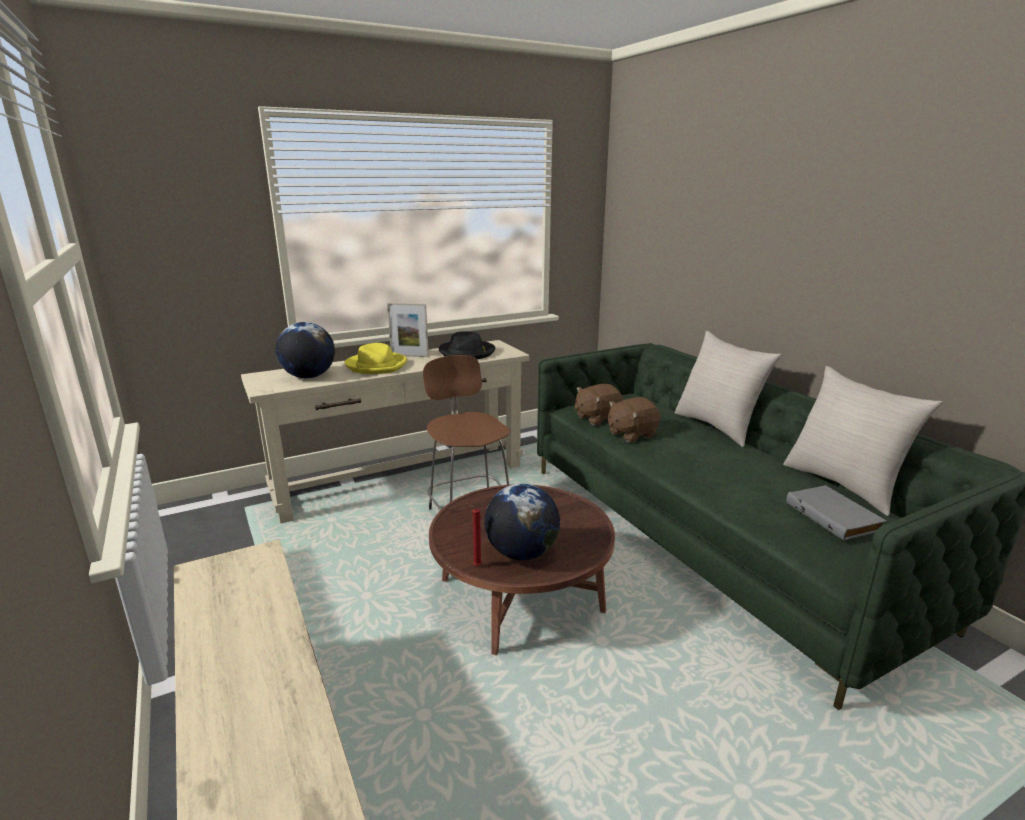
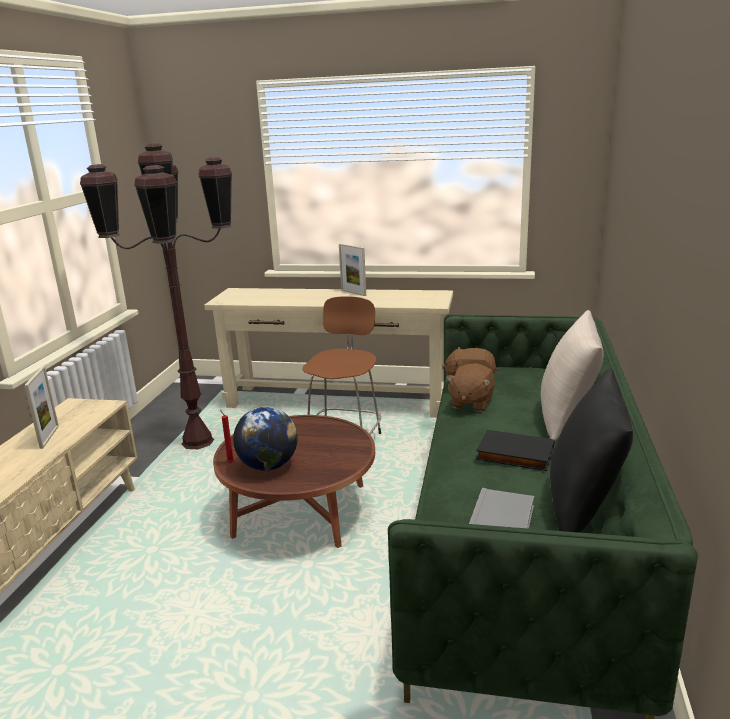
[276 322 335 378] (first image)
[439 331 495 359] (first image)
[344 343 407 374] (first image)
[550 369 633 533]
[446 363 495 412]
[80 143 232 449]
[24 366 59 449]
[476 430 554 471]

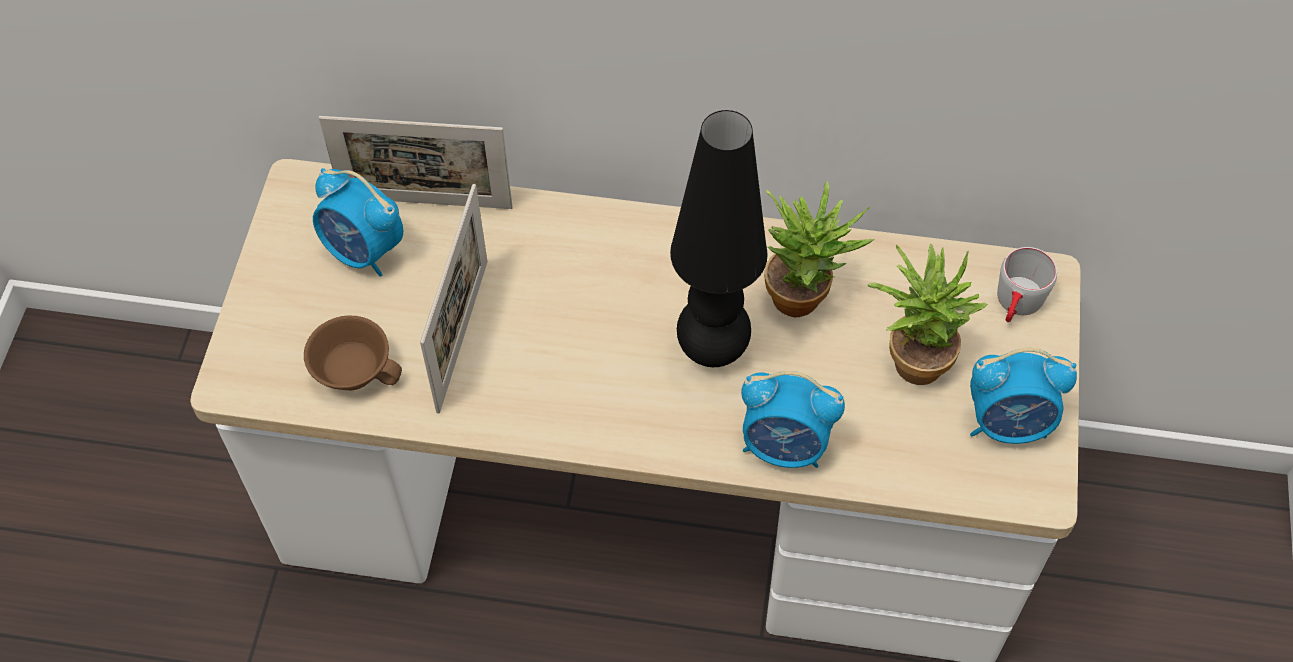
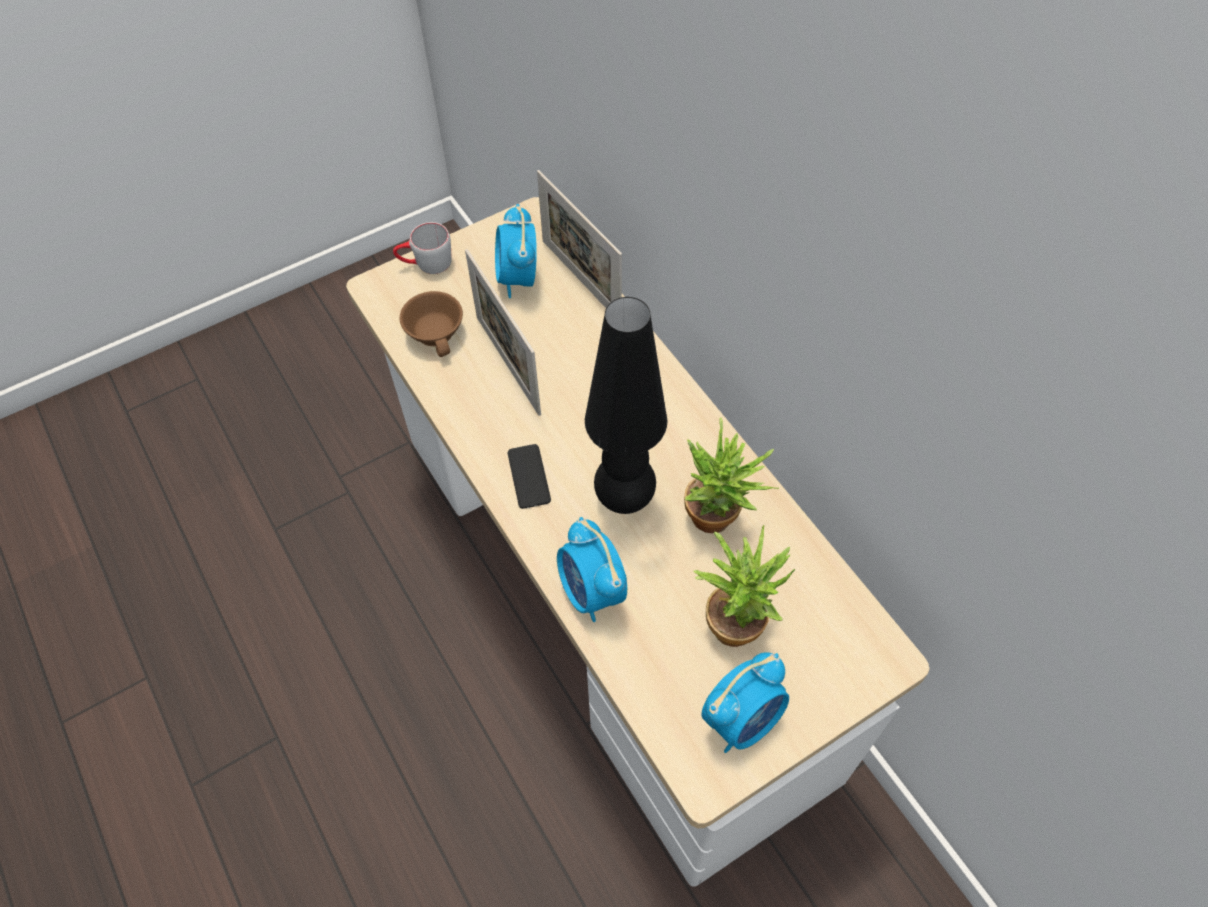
[465 249 541 416]
[393 222 452 274]
[701 652 789 753]
[508 444 551 509]

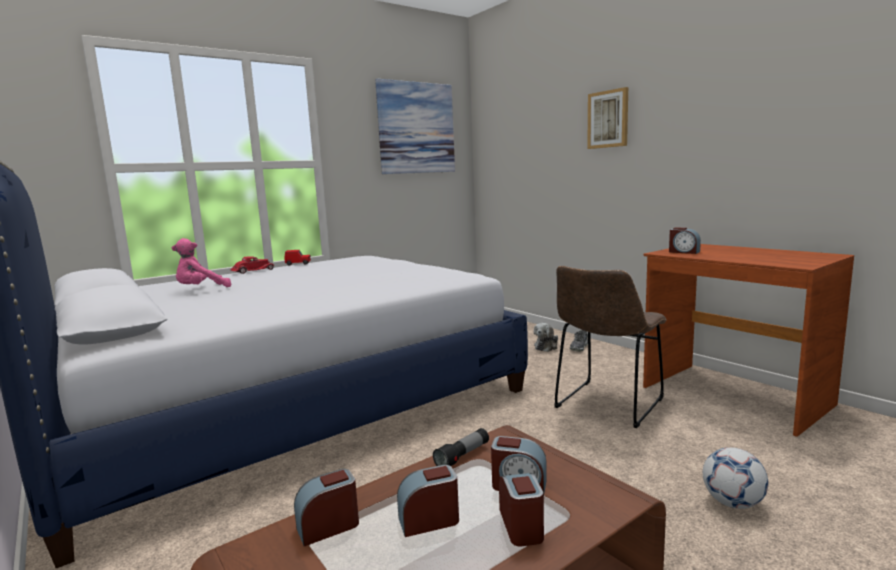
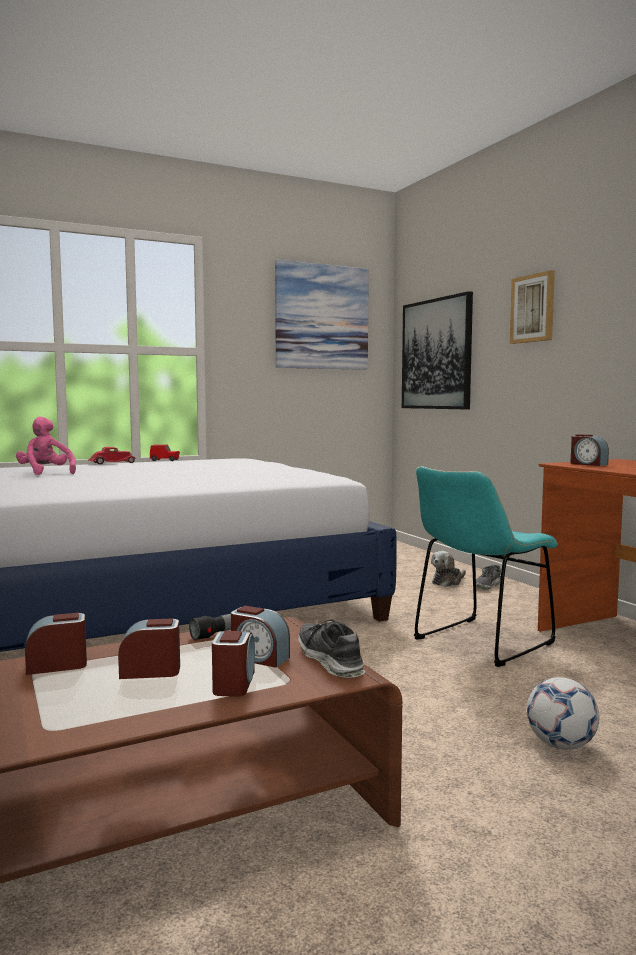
[16 417 76 475]
[414 466 558 667]
[402 291 473 409]
[298 619 365 678]

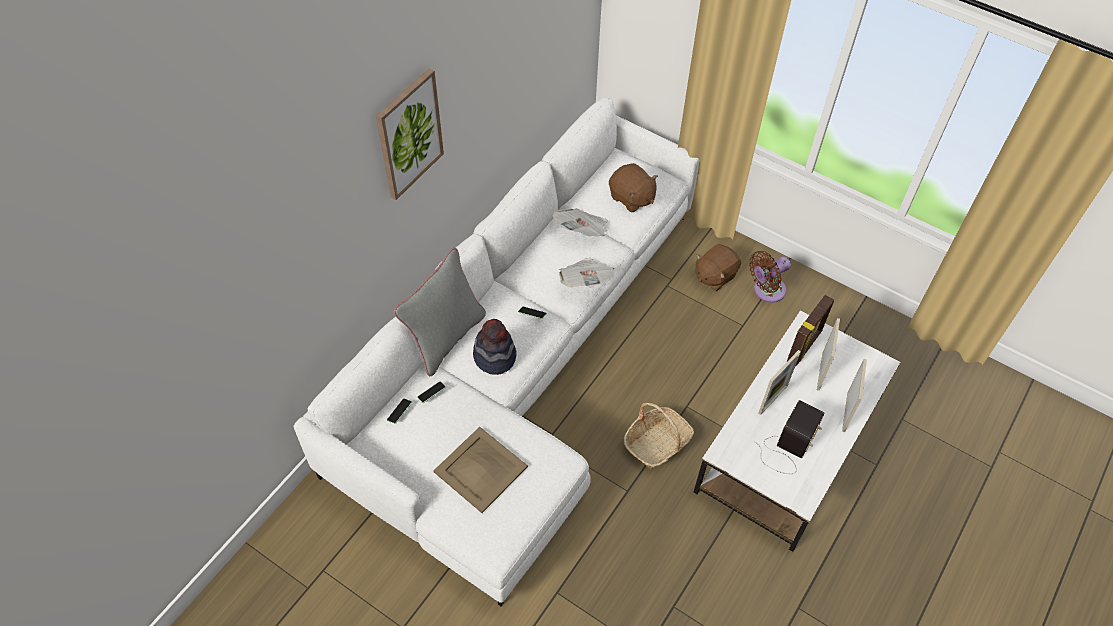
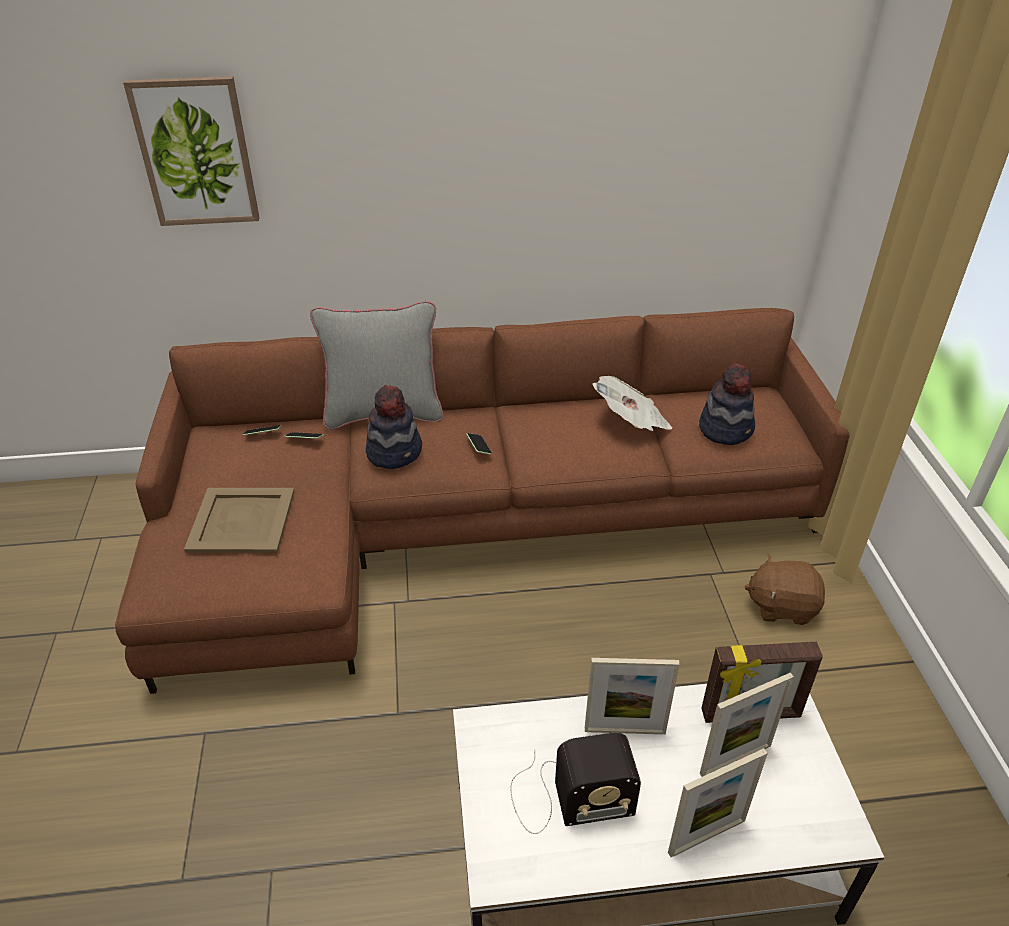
[123 76 260 226]
[115 308 850 694]
[699 363 755 445]
[749 251 791 303] (first image)
[559 258 615 288] (first image)
[624 403 694 469] (first image)

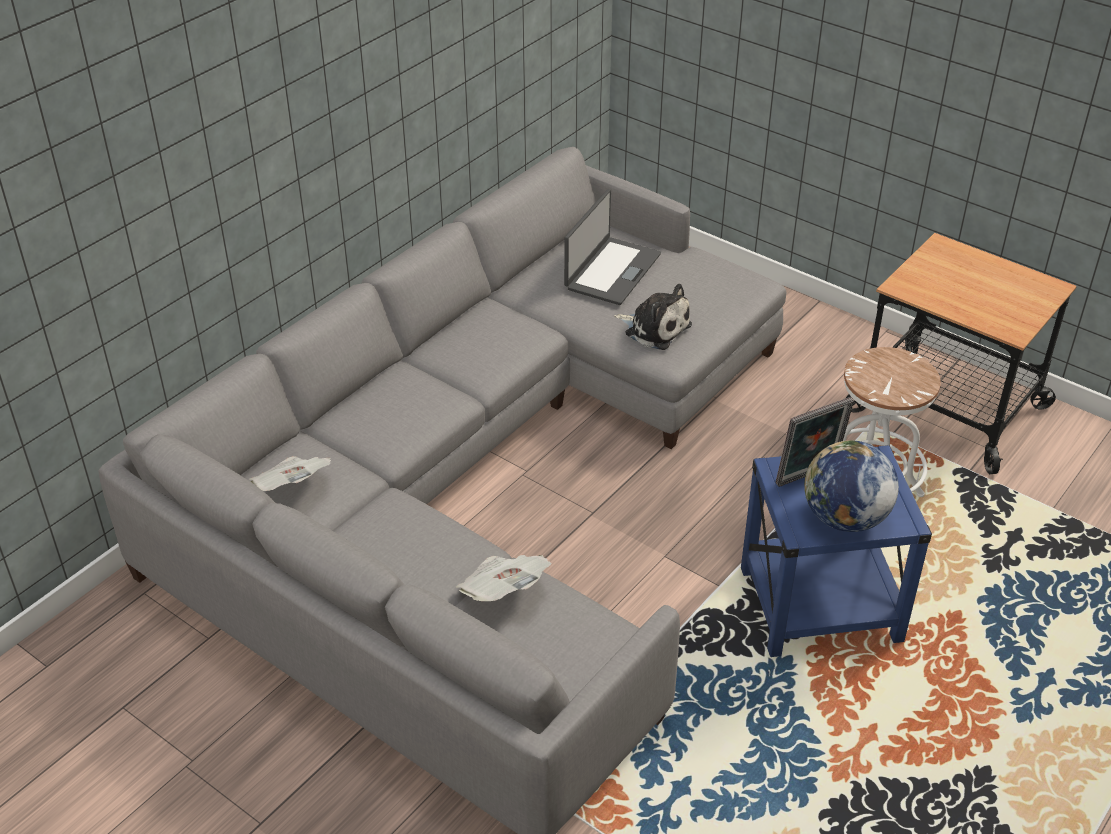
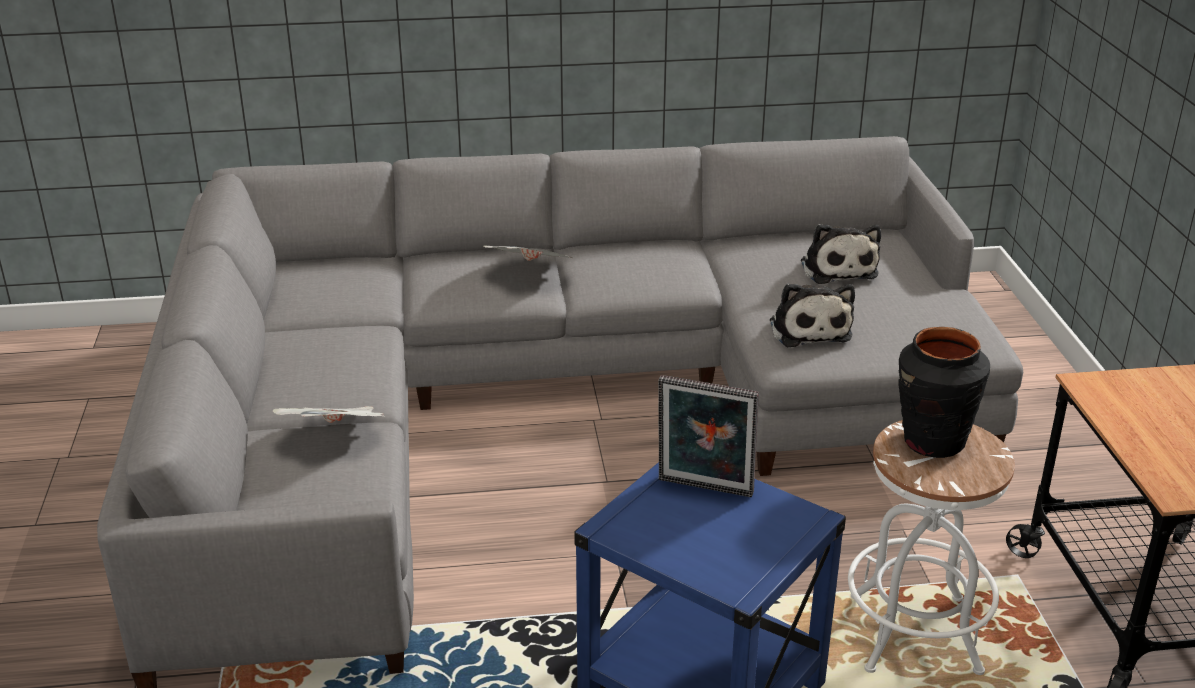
[801 224 881 284]
[804 441 899 532] (first image)
[483 245 572 261]
[898 327 990 458]

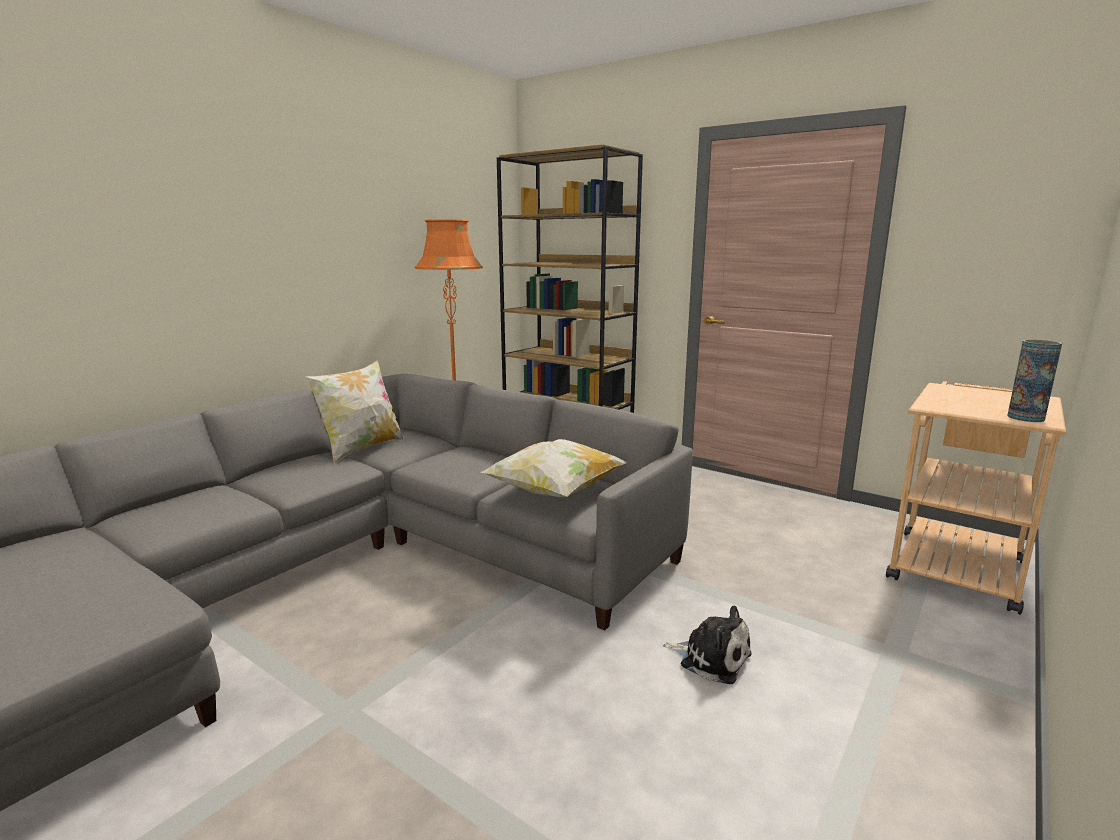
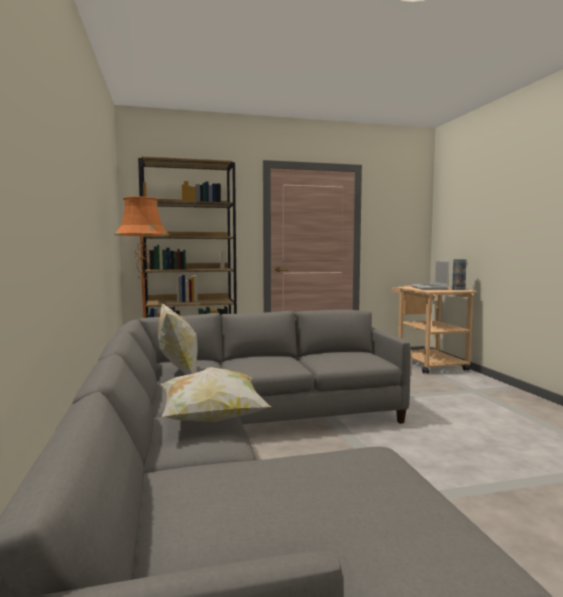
[161 367 271 422]
[663 606 751 684] (first image)
[411 260 449 290]

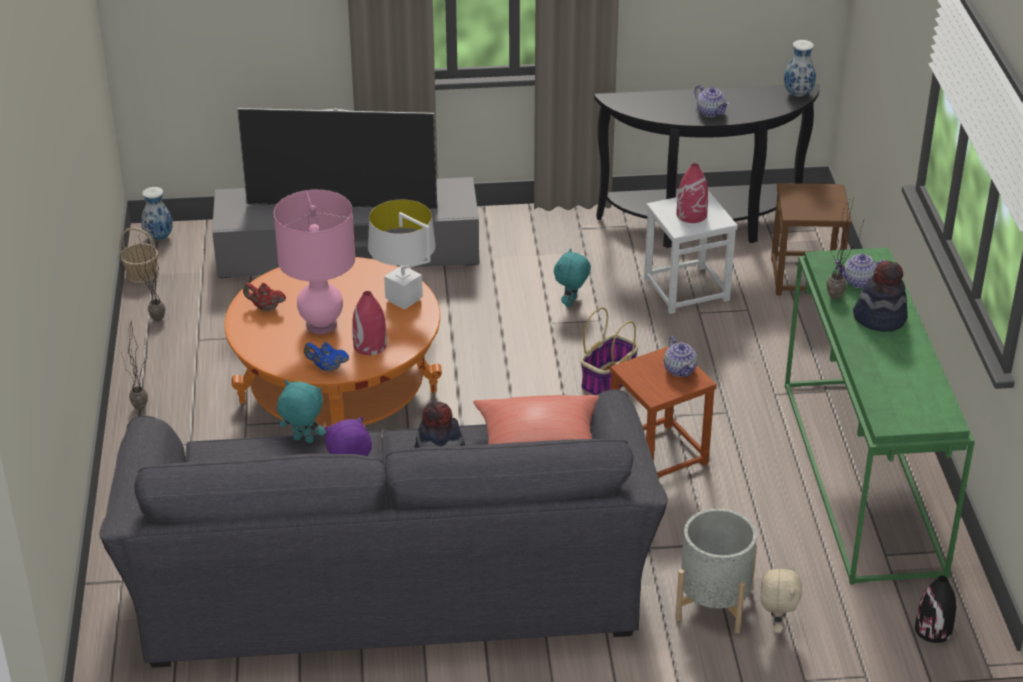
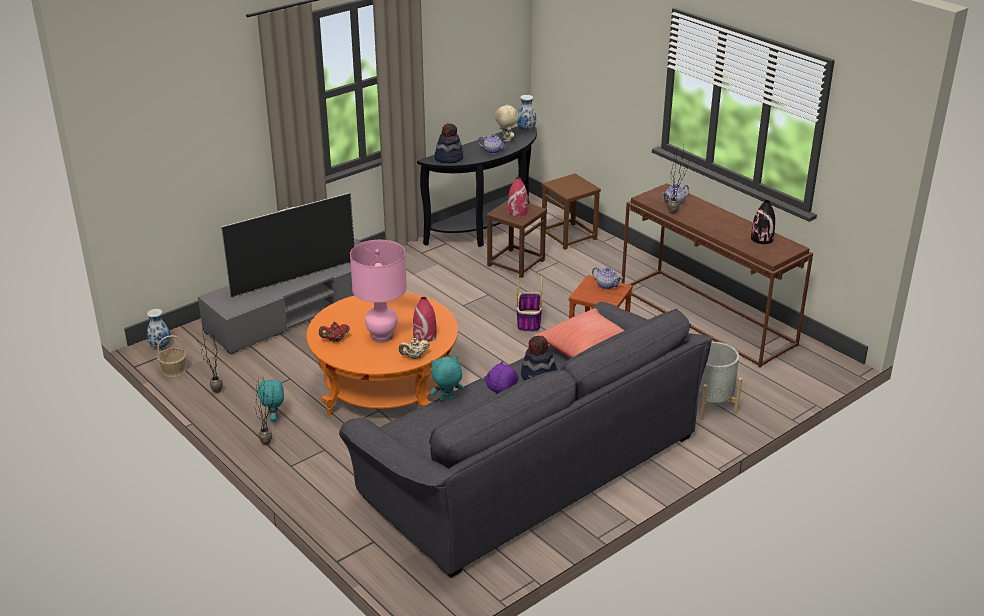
[486 200 547 278]
[368 199 436 310] (first image)
[621 183 813 368]
[258 379 284 422]
[434 123 463 163]
[399 338 430 359]
[495 104 519 142]
[751 200 775 244]

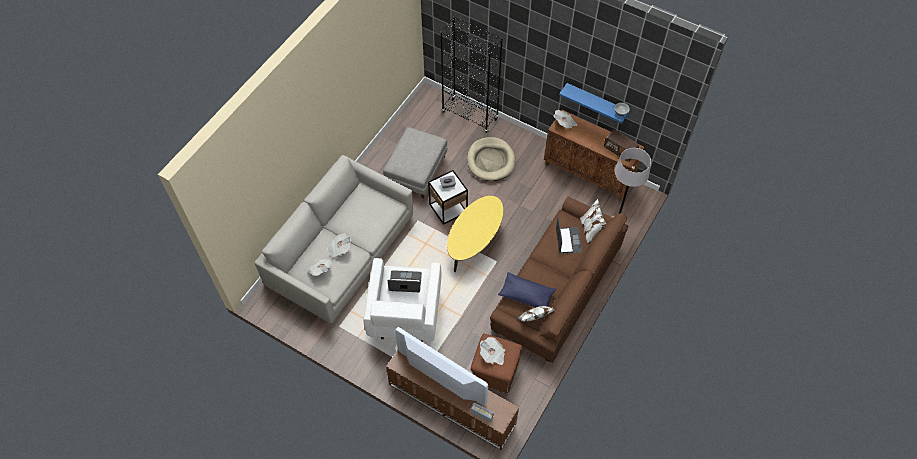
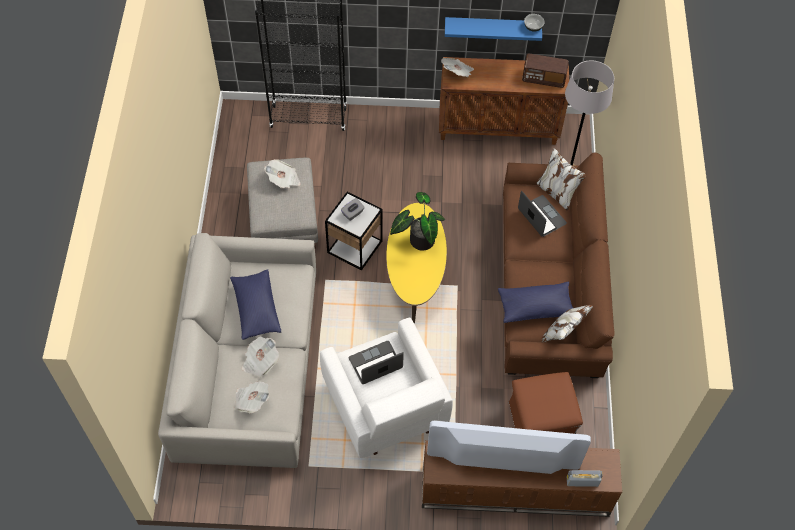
[467 137 516 181] (first image)
[264 159 300 188]
[390 192 445 251]
[230 270 281 340]

